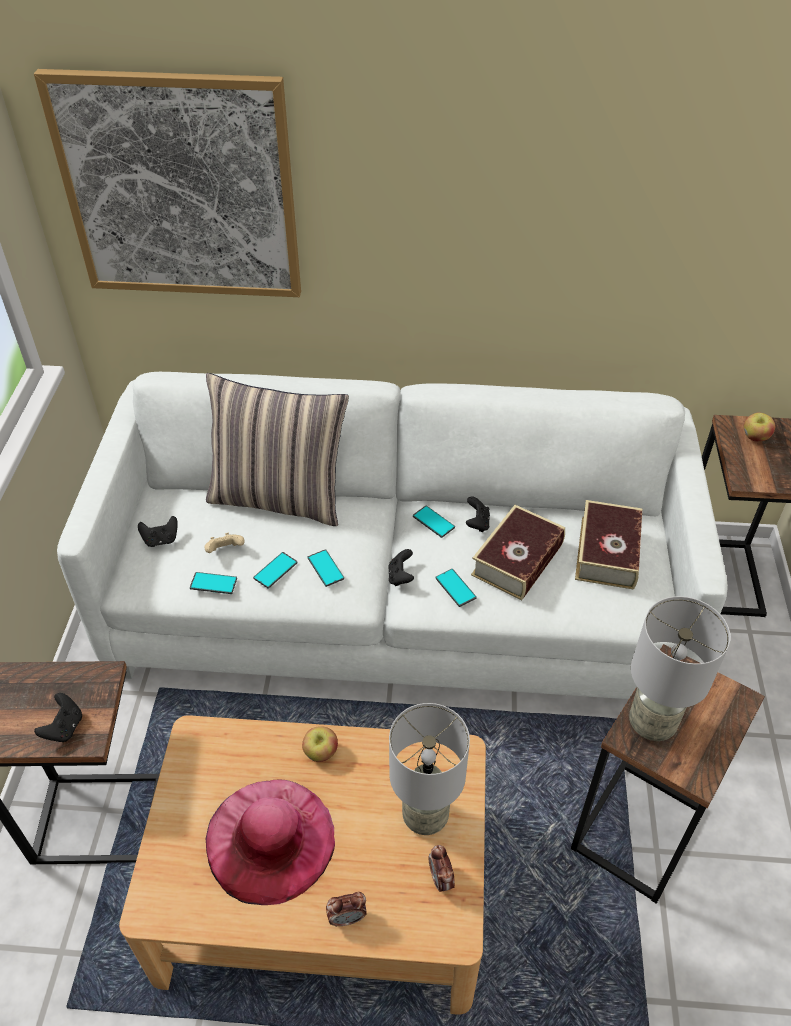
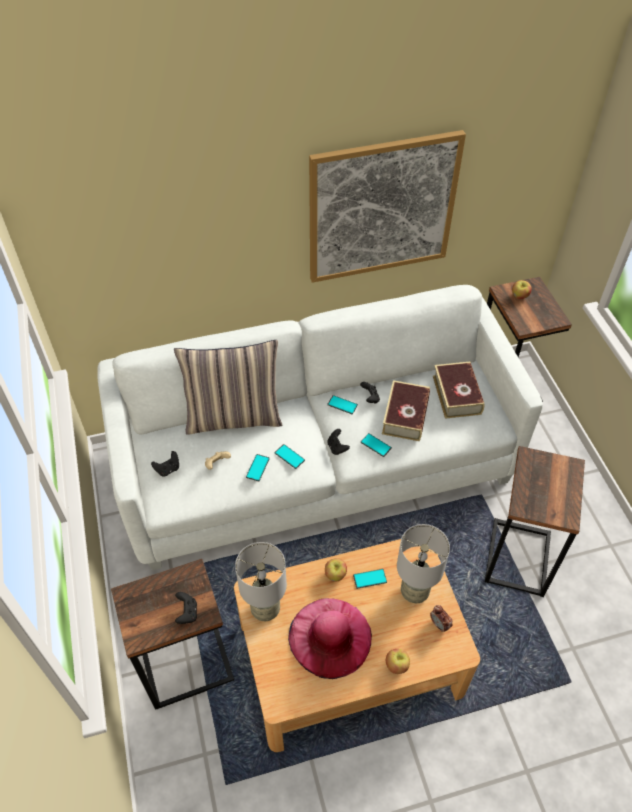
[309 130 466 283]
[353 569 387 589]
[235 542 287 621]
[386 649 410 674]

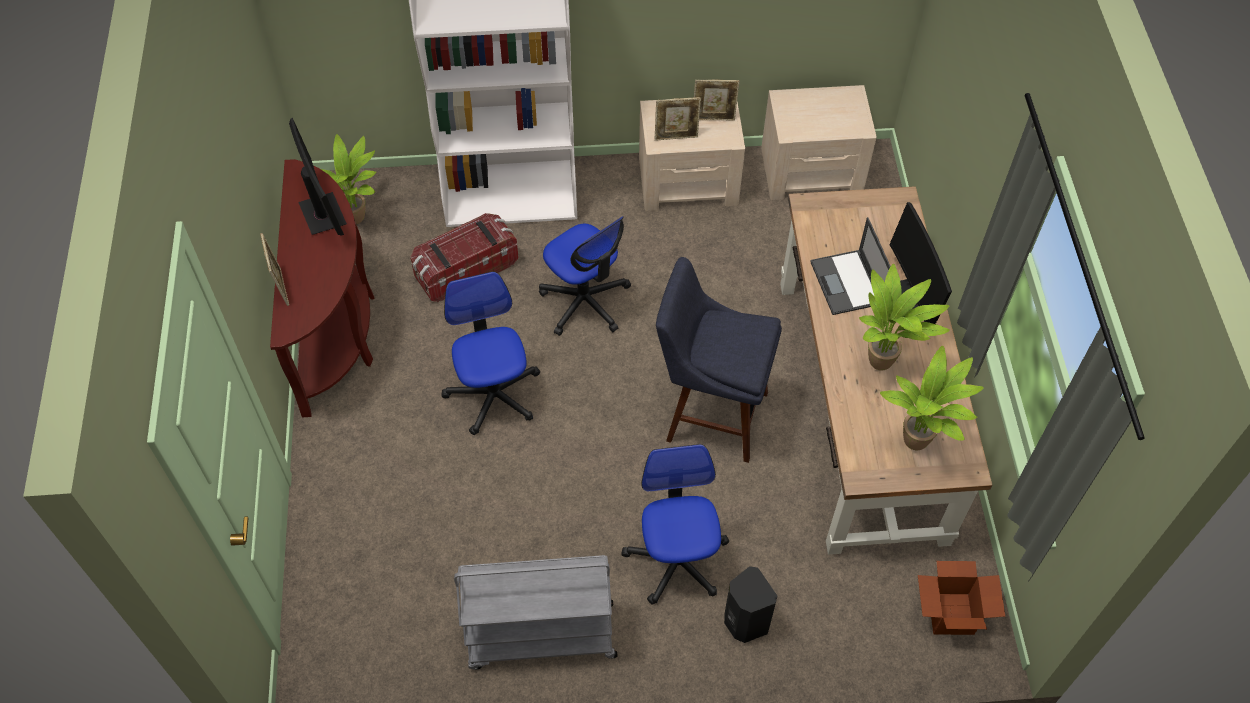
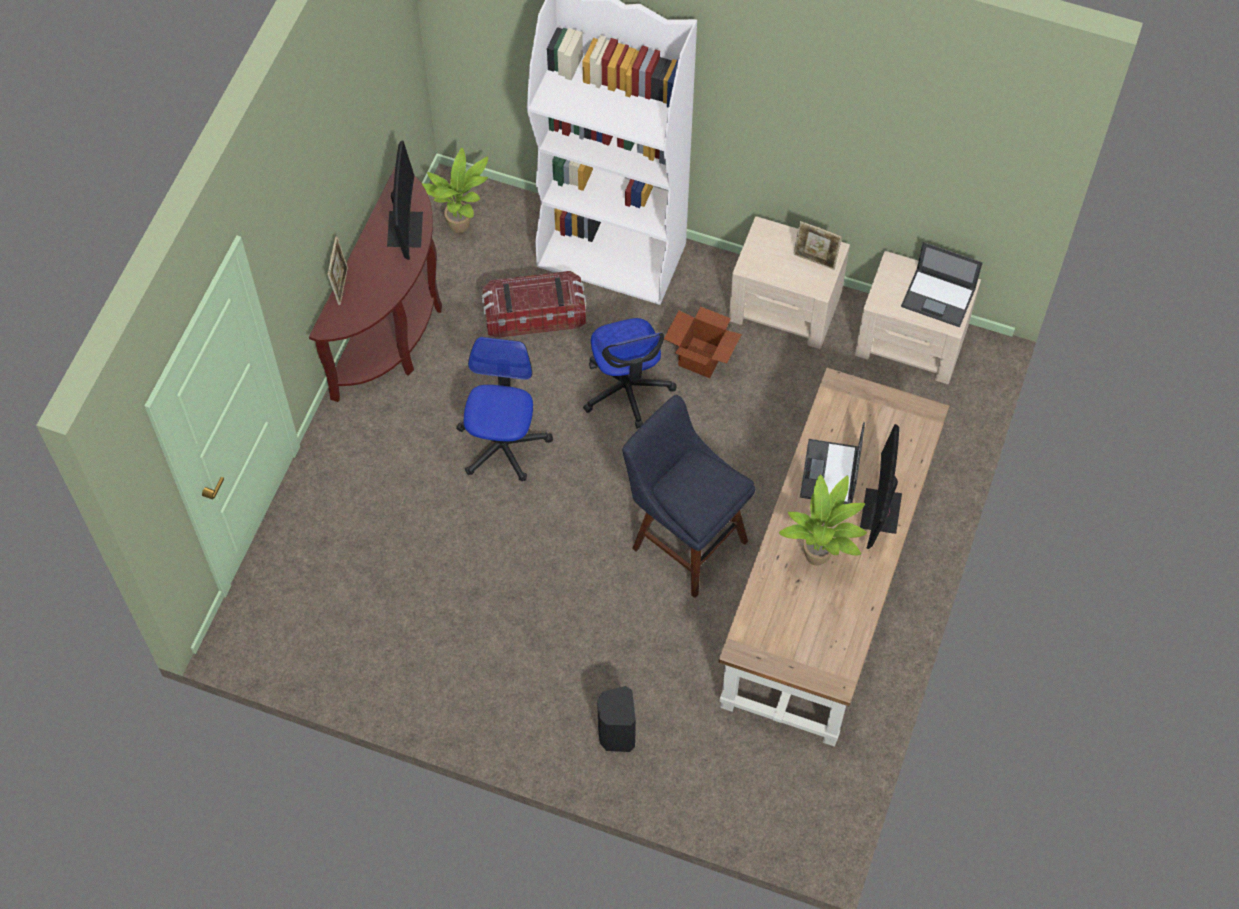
[655 97 701 141] (first image)
[880 346 984 450] (first image)
[621 444 729 605] (first image)
[454 555 618 670] (first image)
[664 307 742 378]
[901 242 983 327]

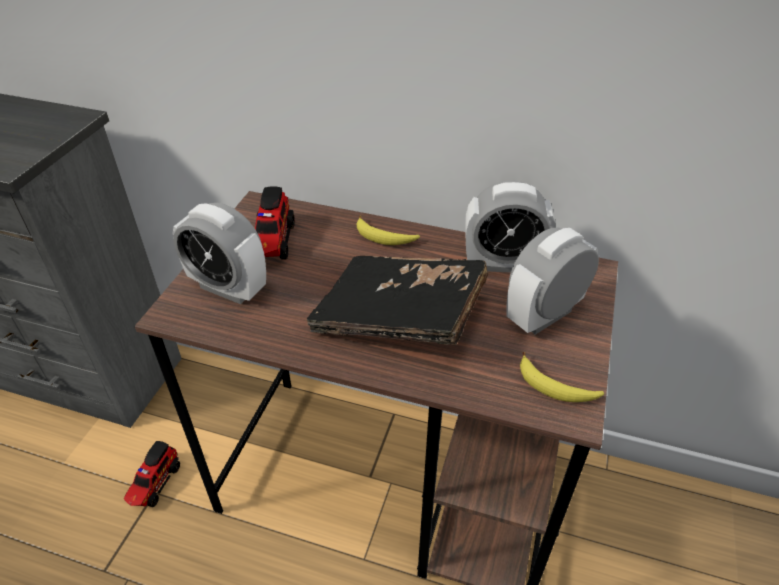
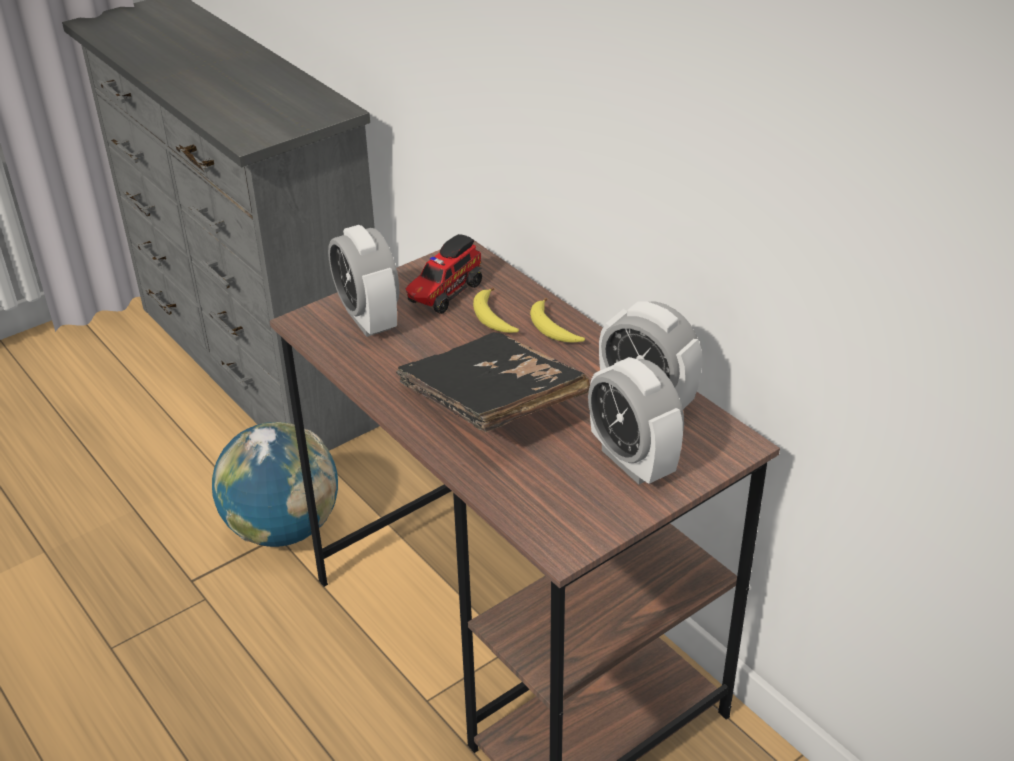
[588 357 684 484]
[473 287 519 333]
[212 422 338 547]

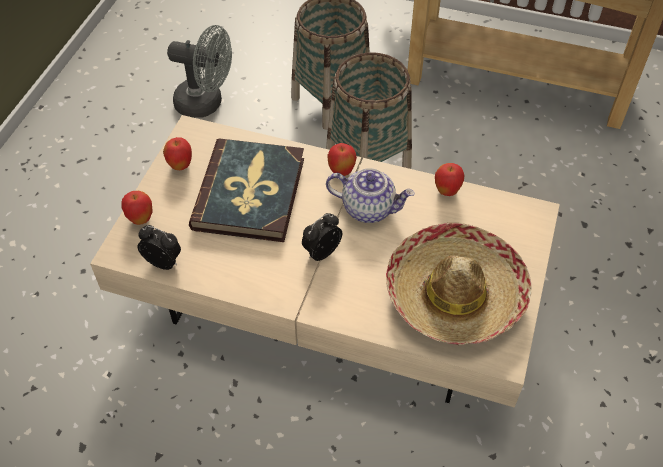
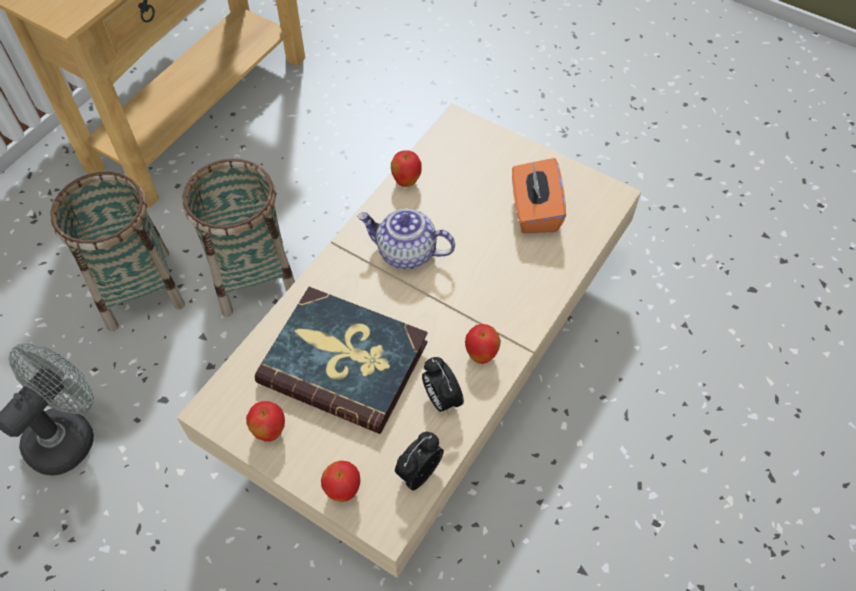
[465 324 501 364]
[357 209 455 269]
[422 357 464 414]
[512 158 566 233]

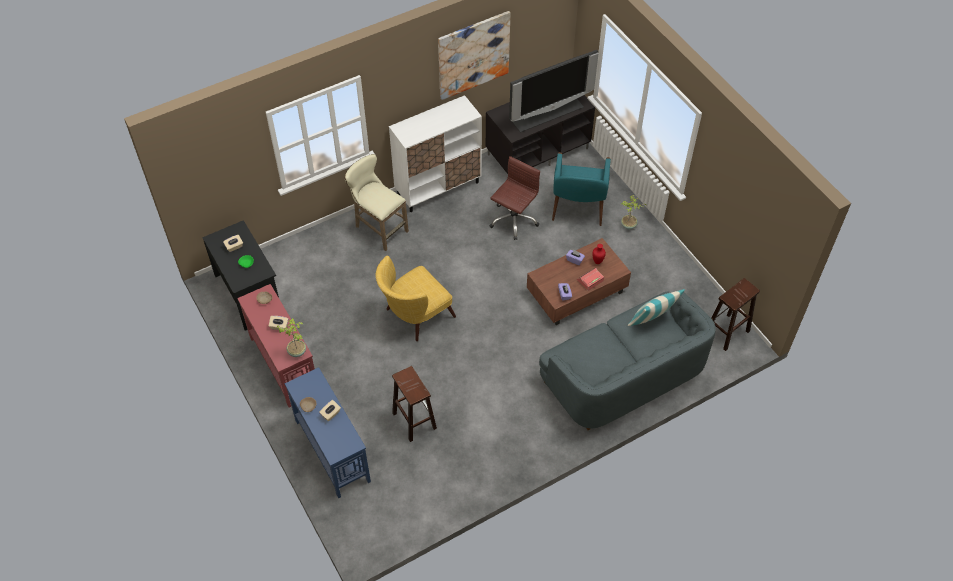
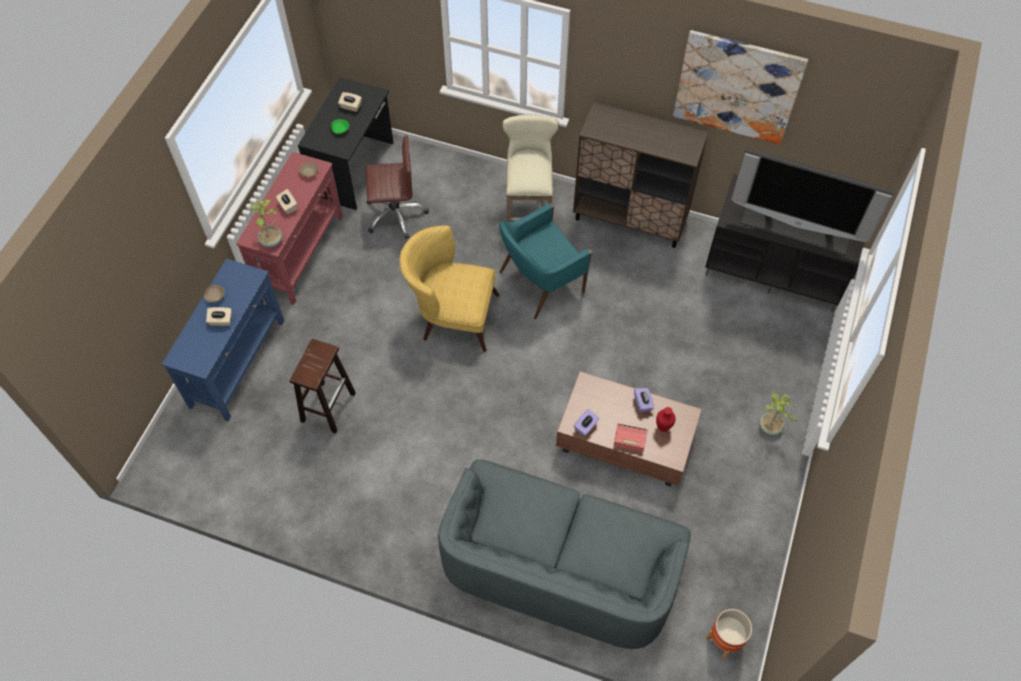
[573 102 709 248]
[499 203 592 319]
[366 135 429 239]
[706 609 752 659]
[628 289 685 326] (first image)

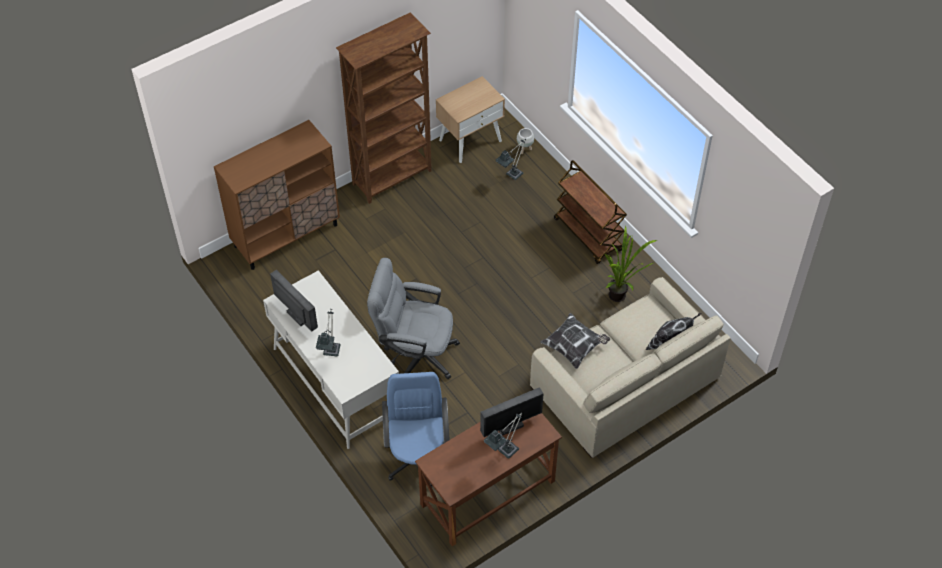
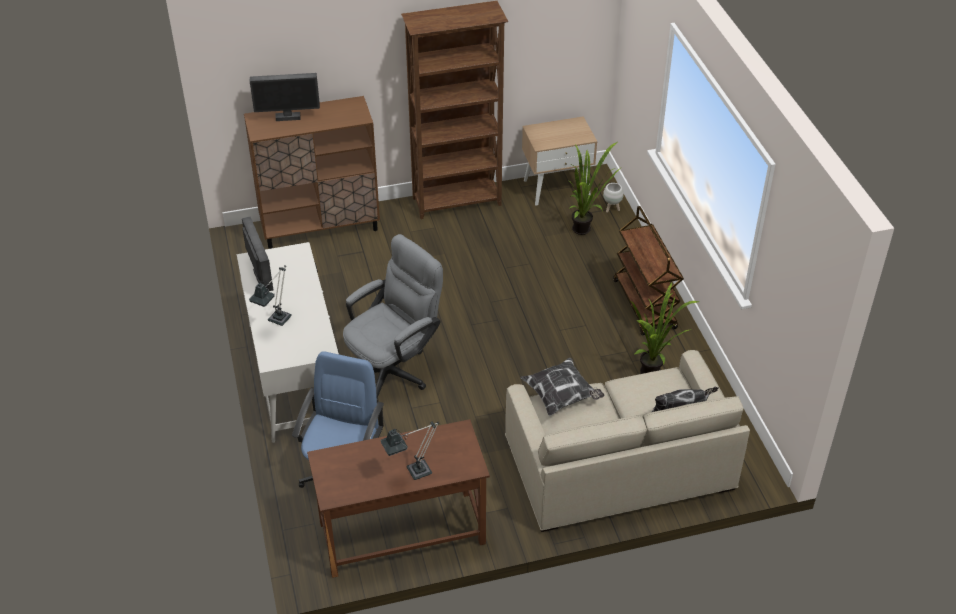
[569 142 619 235]
[343 234 443 402]
[250 73 320 121]

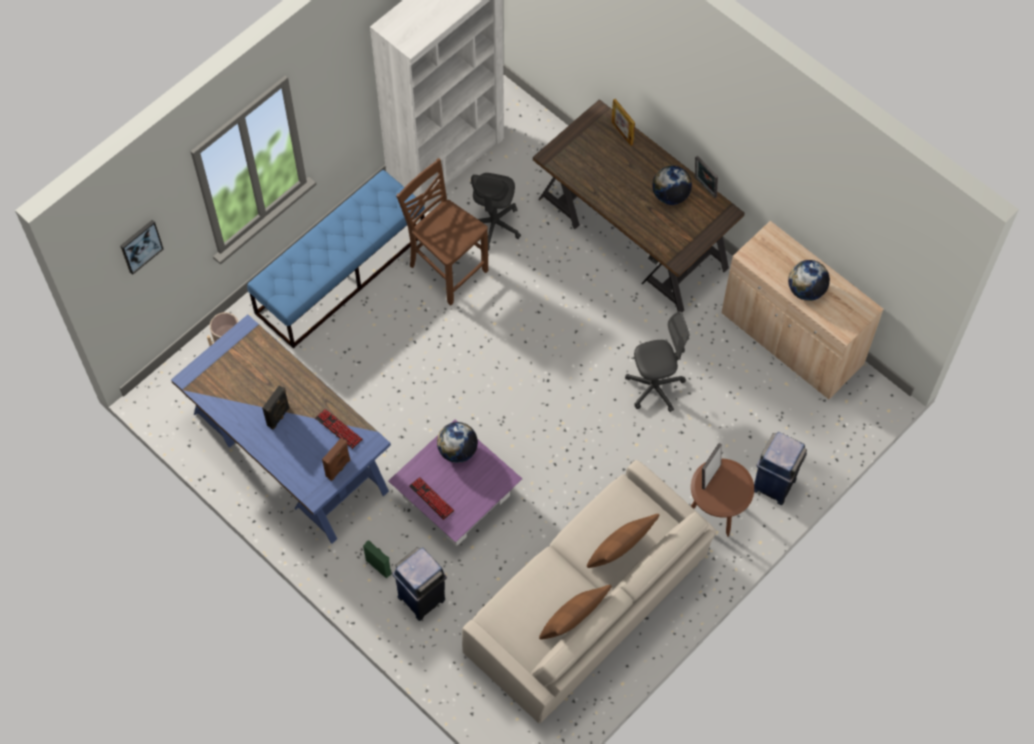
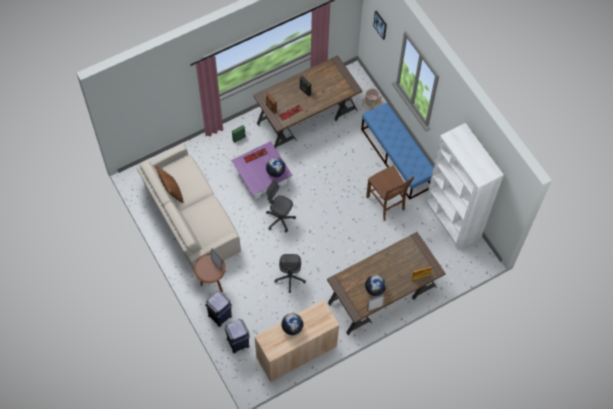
[366 166 415 221]
[266 180 296 232]
[253 55 362 148]
[587 514 659 568] (first image)
[224 319 250 354]

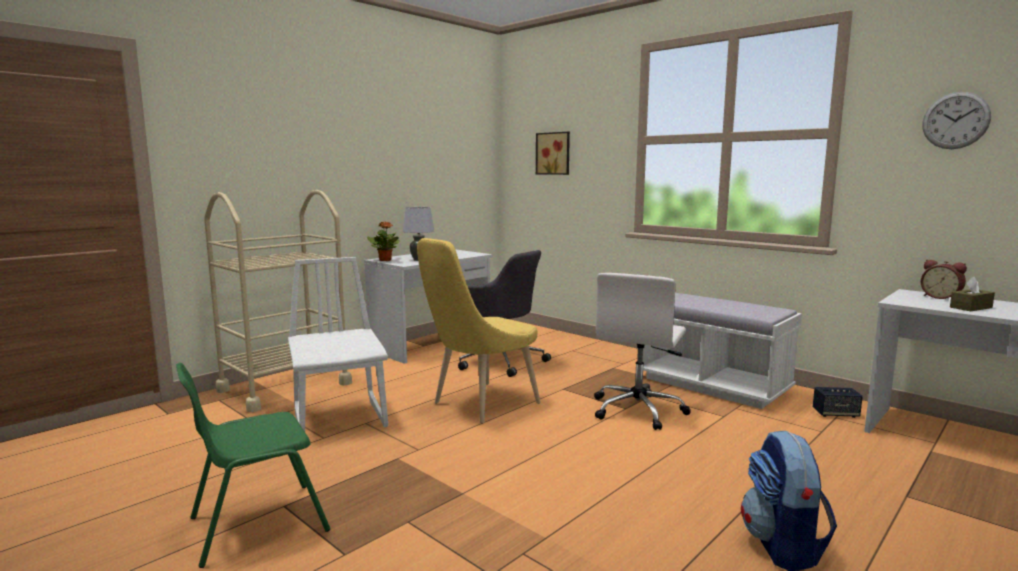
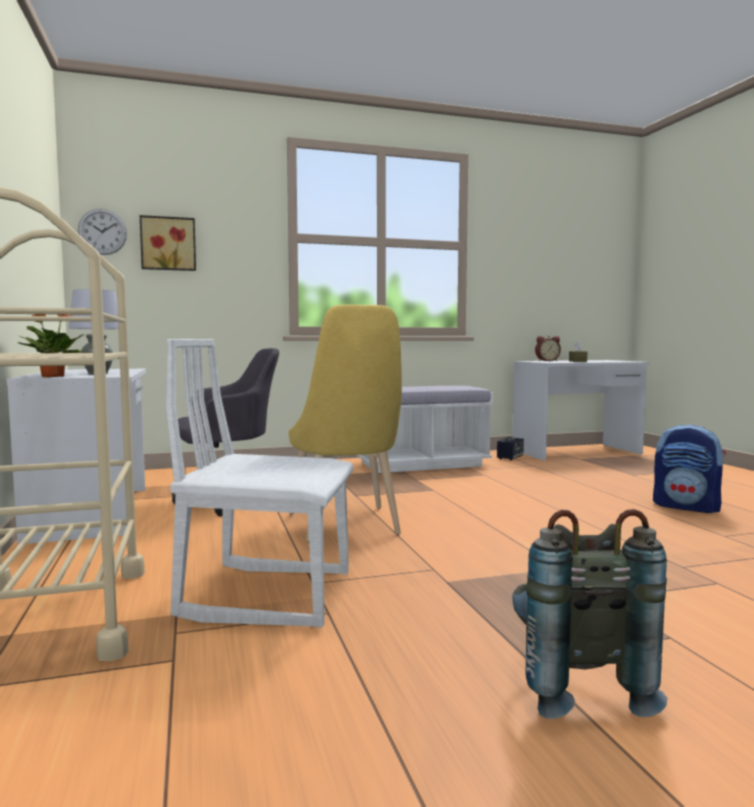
[78 209 127 255]
[594 273 691 430] (first image)
[512 509 667 719]

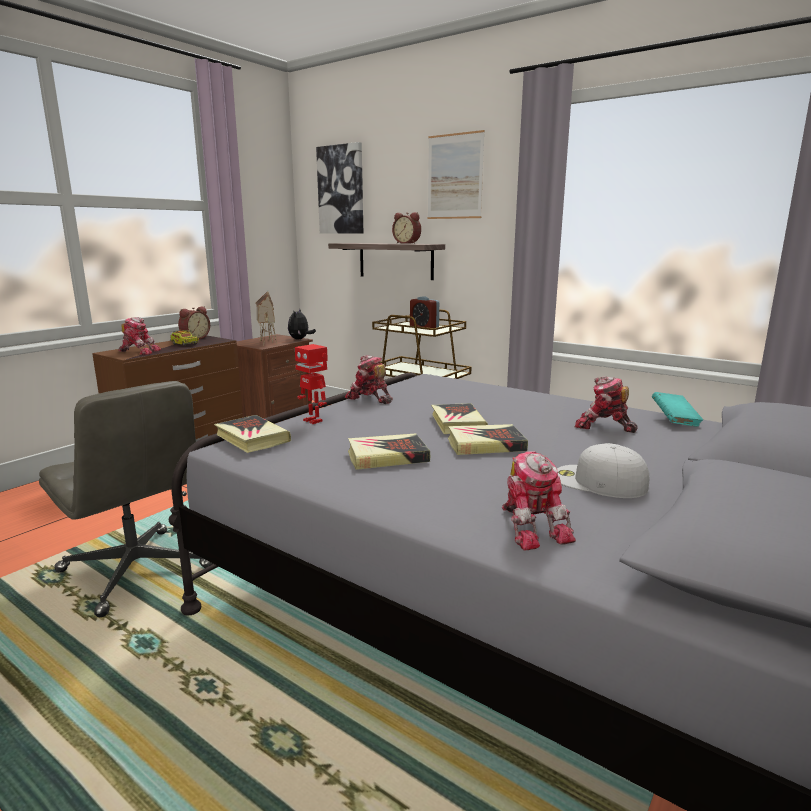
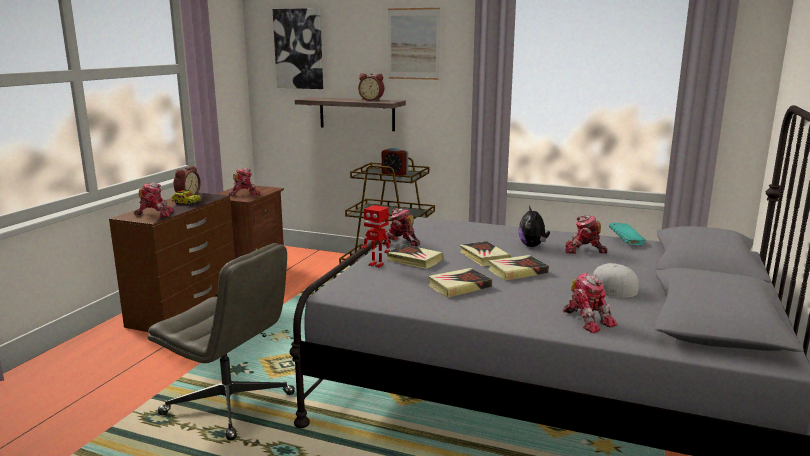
[229 168 261 196]
[518 206 550 247]
[386 244 443 269]

